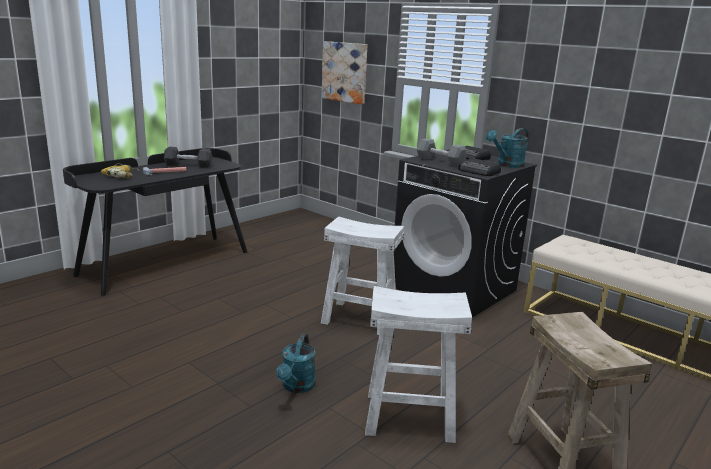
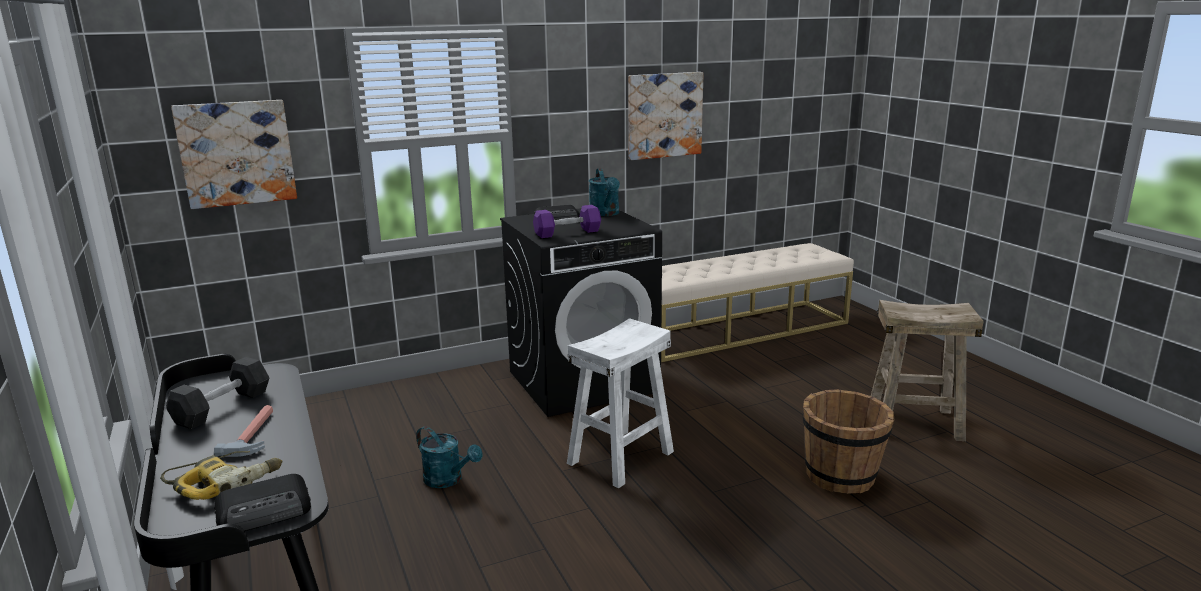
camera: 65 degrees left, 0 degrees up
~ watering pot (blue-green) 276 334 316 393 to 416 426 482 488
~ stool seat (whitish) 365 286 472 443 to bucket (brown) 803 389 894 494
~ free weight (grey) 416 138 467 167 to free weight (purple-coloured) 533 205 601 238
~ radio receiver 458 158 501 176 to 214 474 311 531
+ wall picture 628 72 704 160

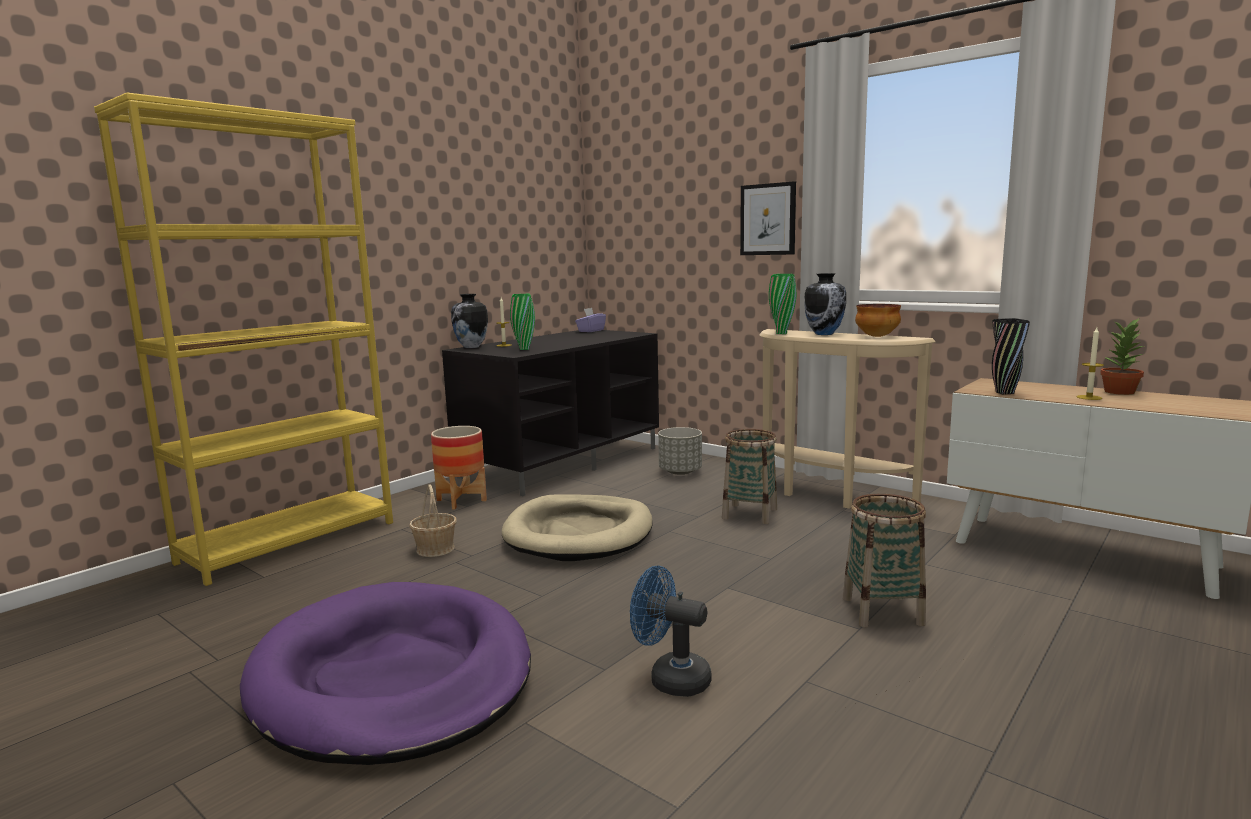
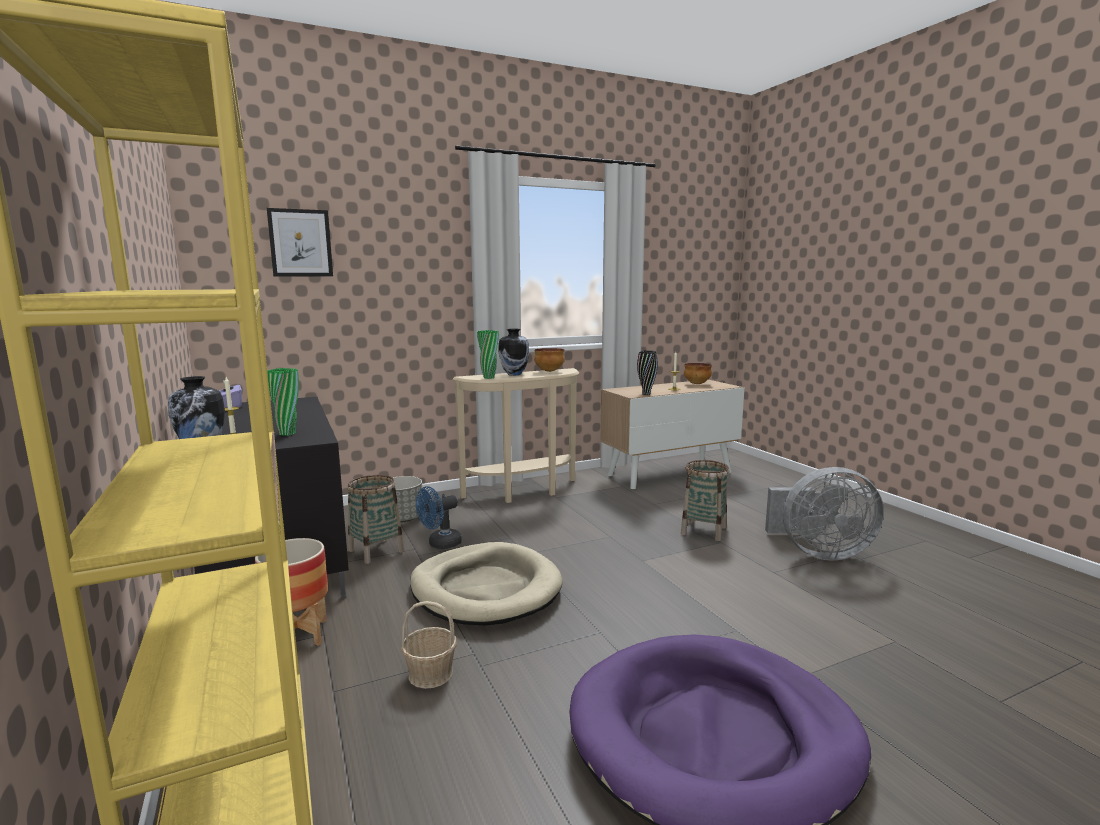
camera: 65 degrees left, 0 degrees up
~ cooling fan (bluish) 630 566 711 697 to 416 486 462 549
~ household basket 722 429 777 524 to 347 475 404 564
~ wall picture 740 181 796 255 to 267 208 333 276
- potted plant 1100 318 1144 395
+ deep dish 684 363 712 384
+ cooling fan (grey) 765 467 884 561

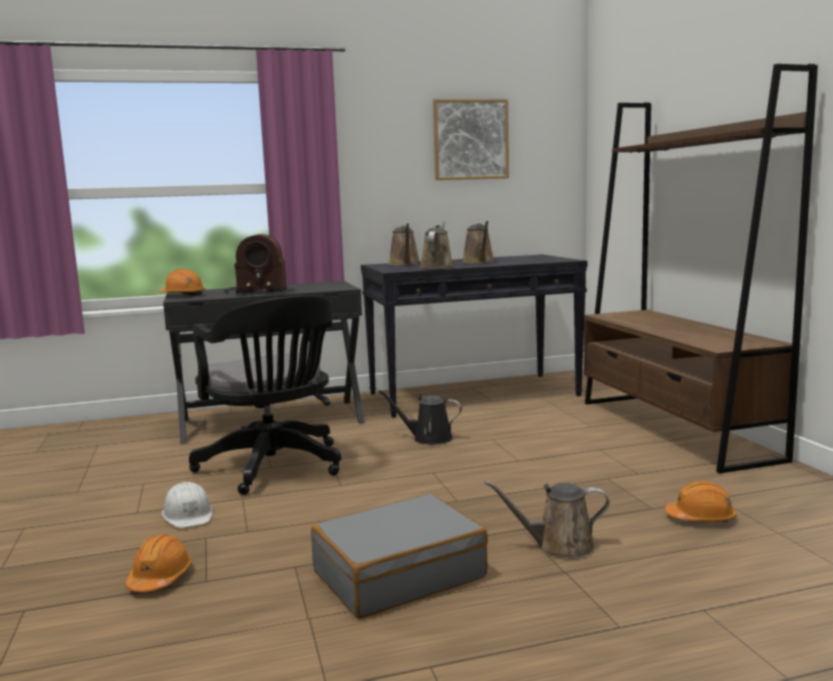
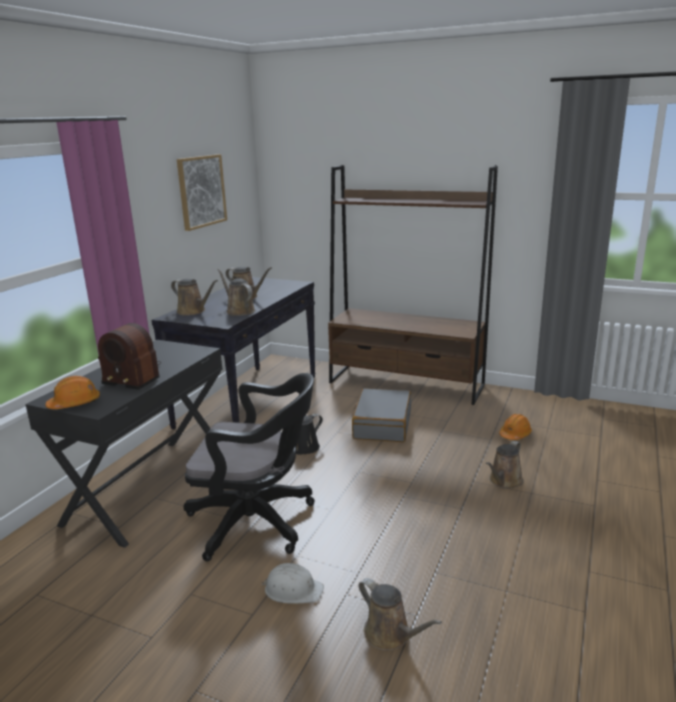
camera: 50 degrees left, 10 degrees up
~ hard hat (orangey) 125 534 192 592 to watering pot (brown) 359 578 442 651
~ radio receiver 224 234 287 294 = 98 323 161 390 75 degrees clockwise
~ travel case (grey) 311 493 488 619 to 352 388 411 442

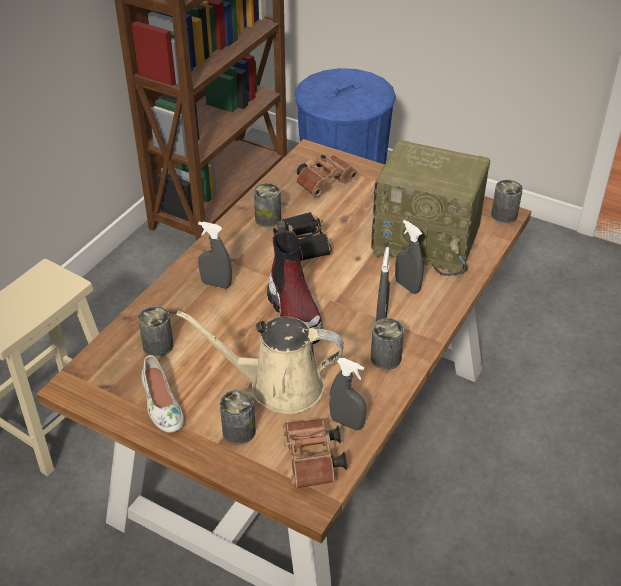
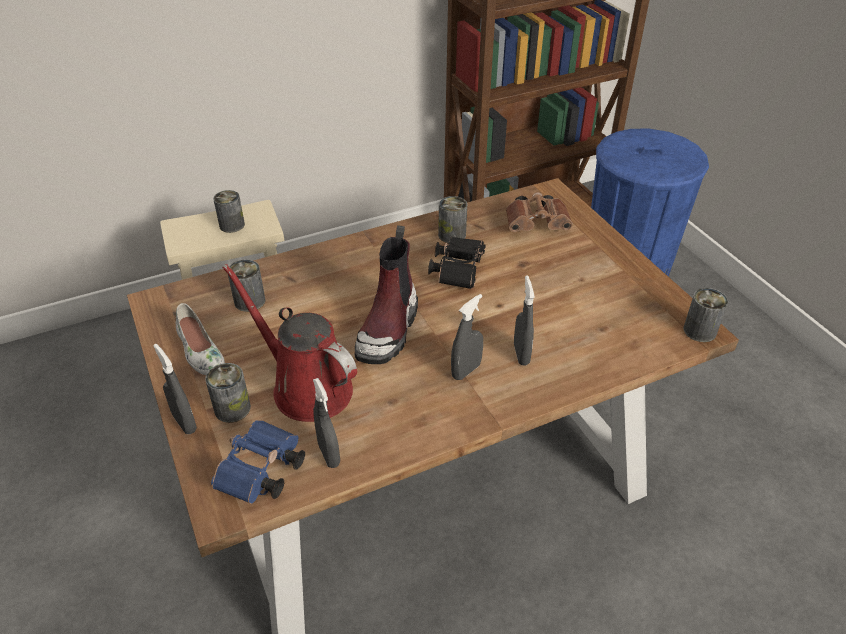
camera: 35 degrees right, 0 degrees up
~ low shoe (whitish) 142 355 184 433 = 176 303 225 375 45 degrees counterclockwise
~ watering pot (beige) 176 310 344 414 to watering pot (red-coloured) 222 264 357 422
~ hand sprayer (grey) 198 222 232 289 to 153 344 197 434
~ field glasses (brown) 283 419 347 489 to field glasses (bluish) 211 420 305 504
- radio receiver 371 140 490 276
~ can 371 318 404 370 to 213 190 245 233

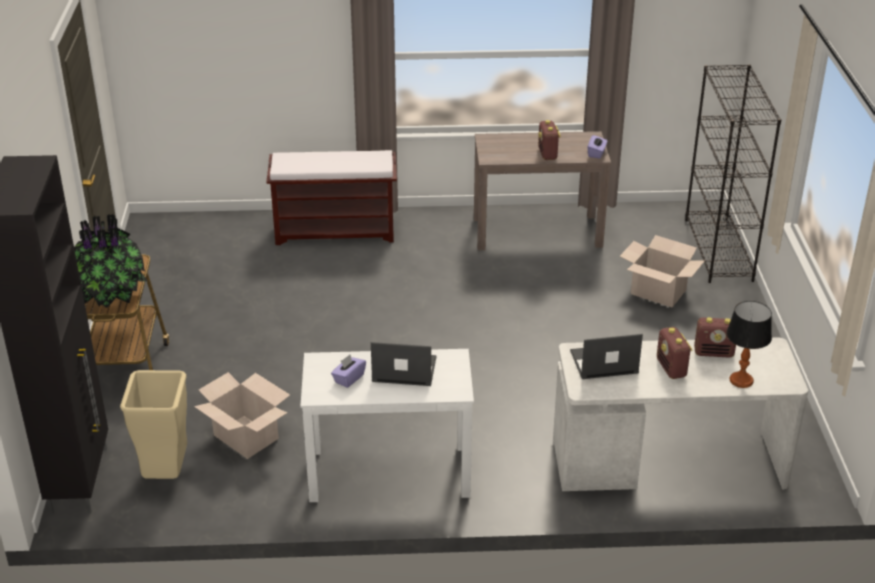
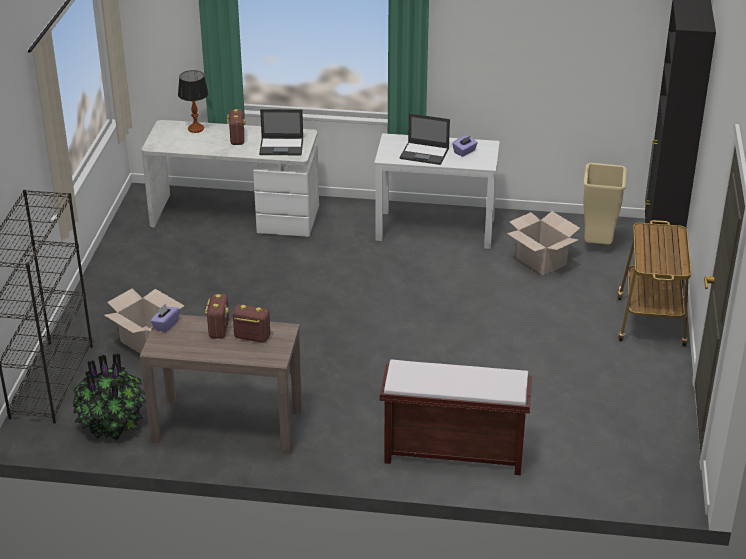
camera: 170 degrees left, 0 degrees up
~ potted plant 74 214 148 308 to 73 353 146 440
~ radio receiver 694 317 736 358 to 233 304 270 343

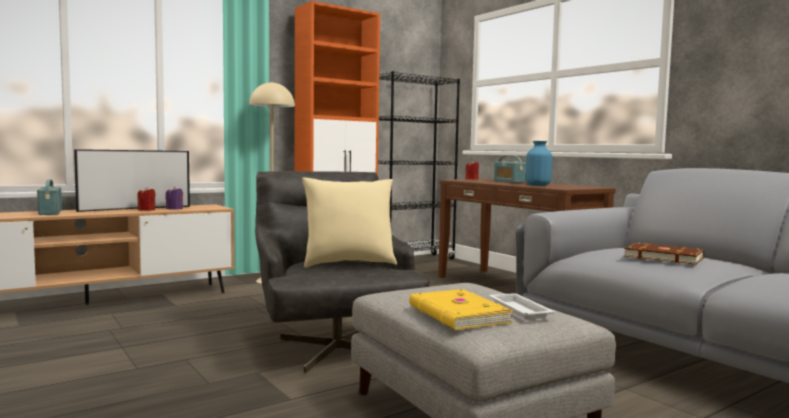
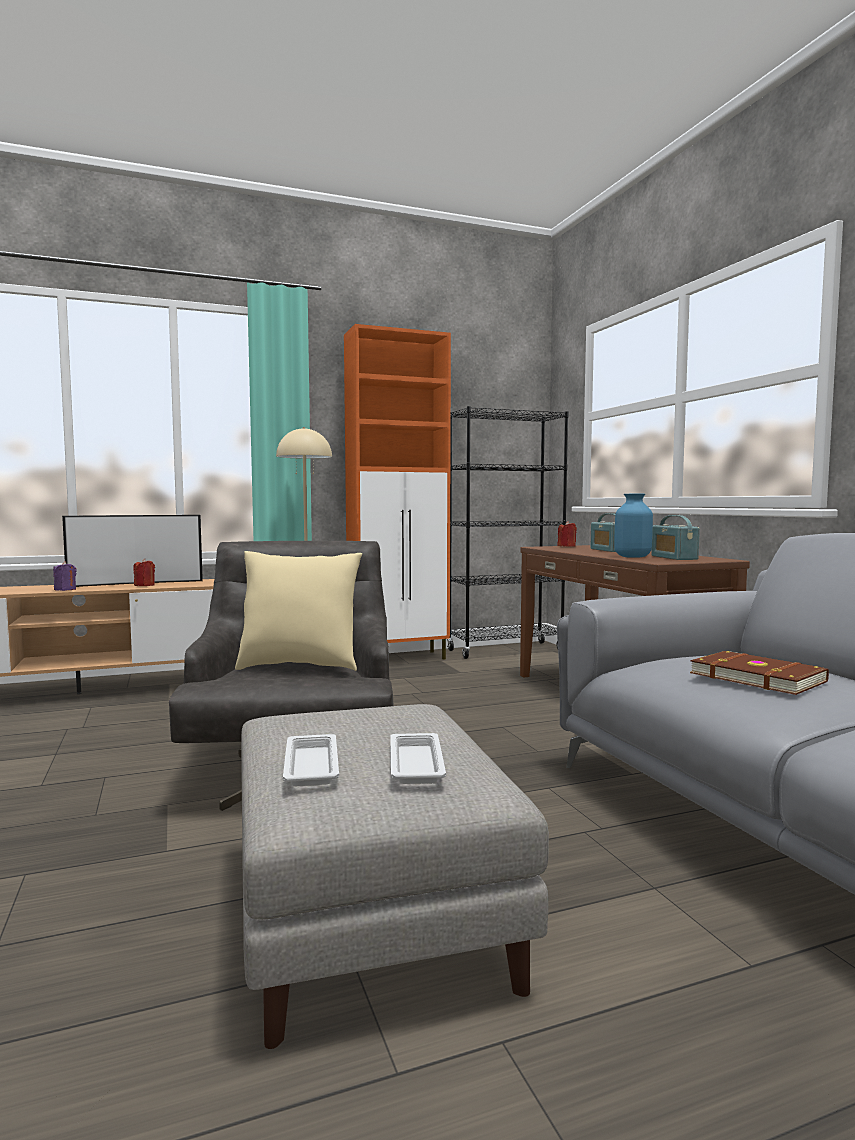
camera: 15 degrees right, 0 degrees up
~ radio receiver 37 179 62 215 to 651 515 700 560
~ candle (purple-coloured) 166 187 183 210 to 53 561 77 591
~ bound book (yellow-coloured) 409 289 513 330 to serving tray (whitish) 283 734 339 786

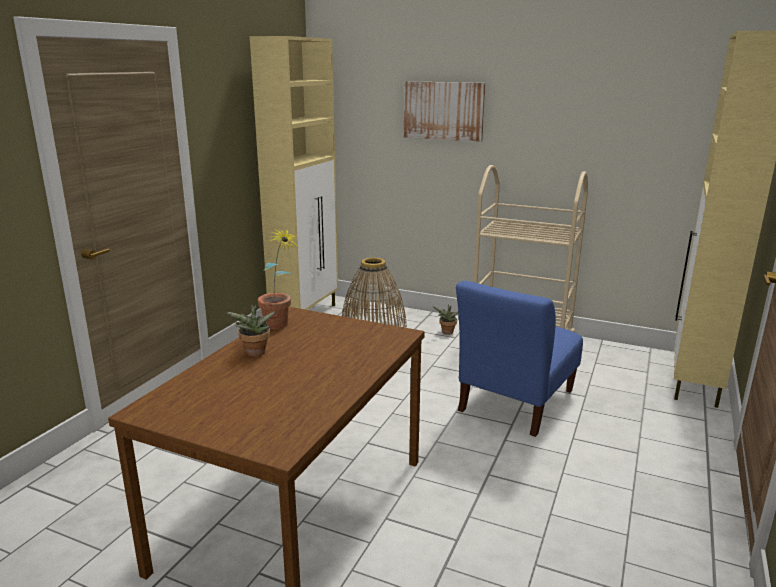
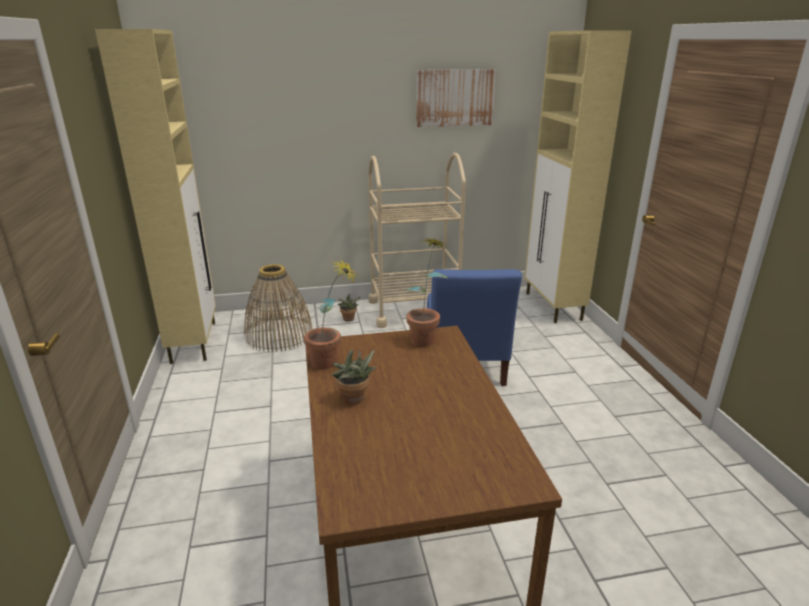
camera: 35 degrees left, 5 degrees up
~ wall picture 404 81 486 142 to 416 69 496 127
+ potted plant 405 238 448 347

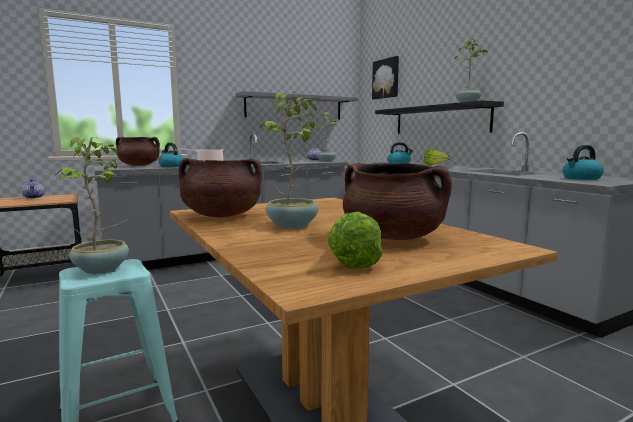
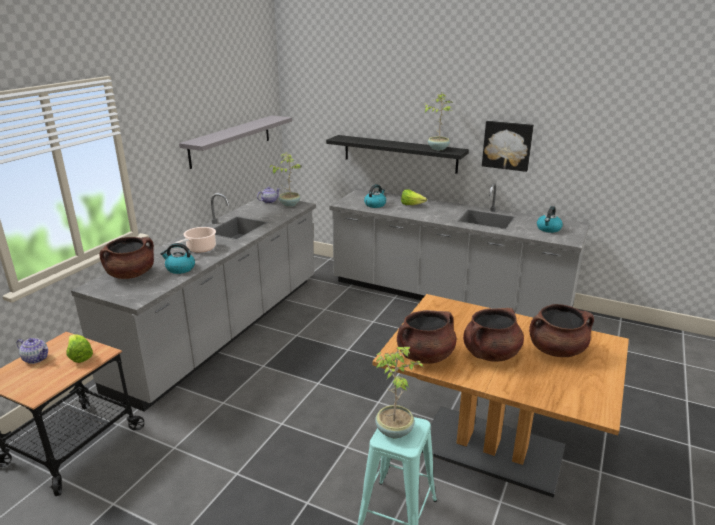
camera: 35 degrees left, 15 degrees up
~ potted plant 259 92 321 229 to saucepot (brown) 463 308 524 361
~ lettuce head 328 212 382 269 to 66 334 93 363
~ wall picture 372 56 399 100 to 482 121 534 172

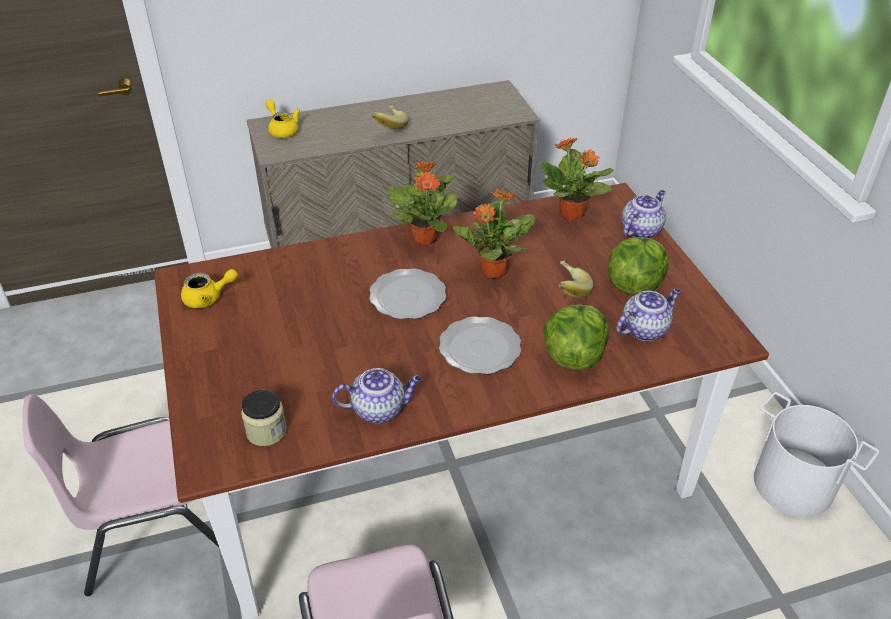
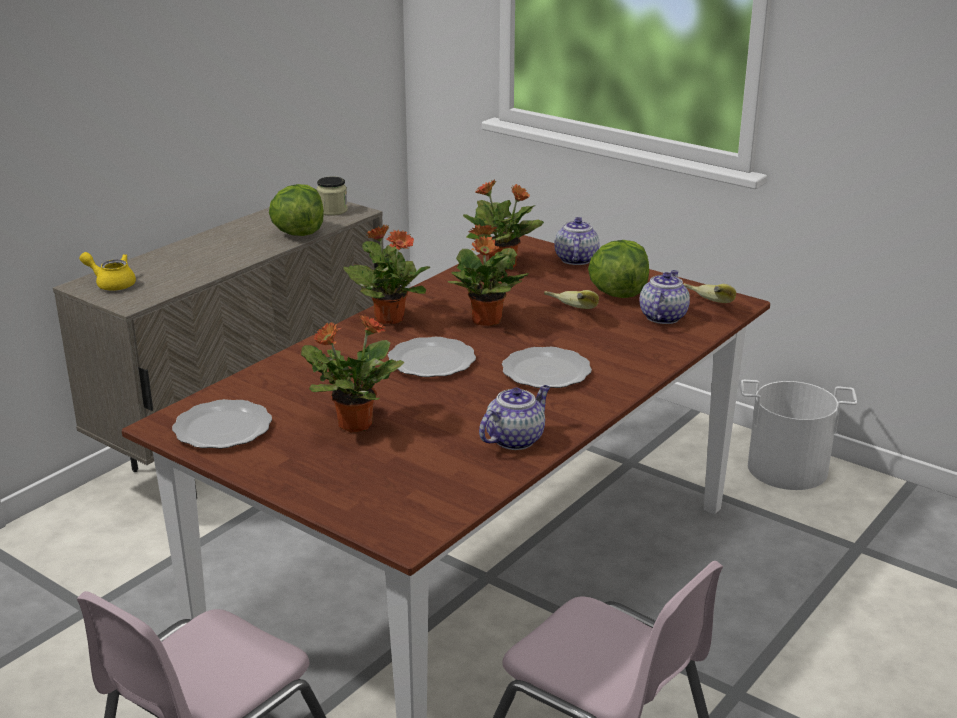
camera: 35 degrees left, 15 degrees down
~ teapot (yellow-coloured) 181 269 238 308 to dinner plate 172 399 272 449
~ jar 241 390 287 446 to 316 177 348 216
~ whole banana 372 106 409 129 to 683 283 736 303
~ lettuce head 543 304 609 371 to 269 184 324 236
+ potted plant 301 314 405 433

